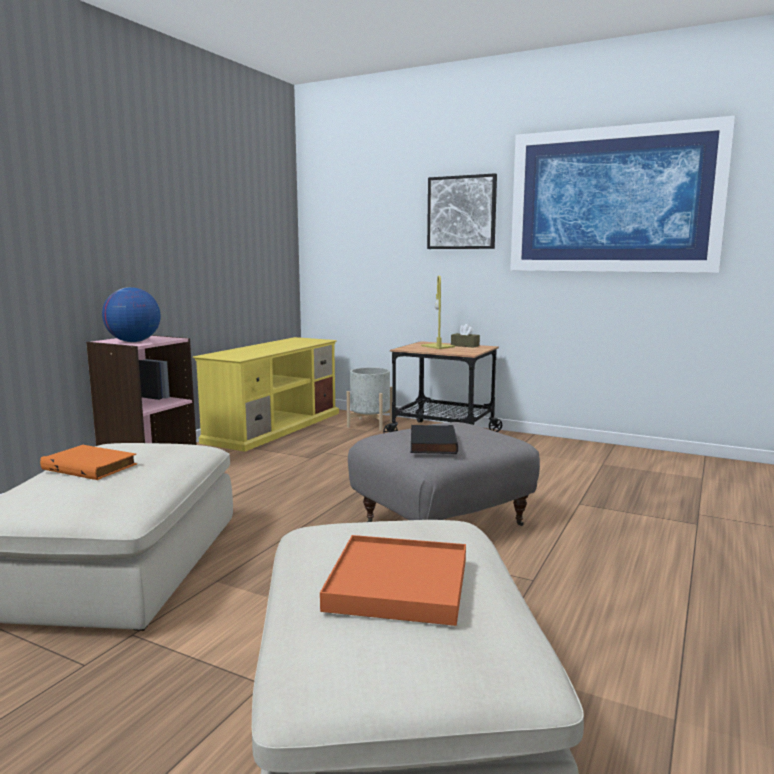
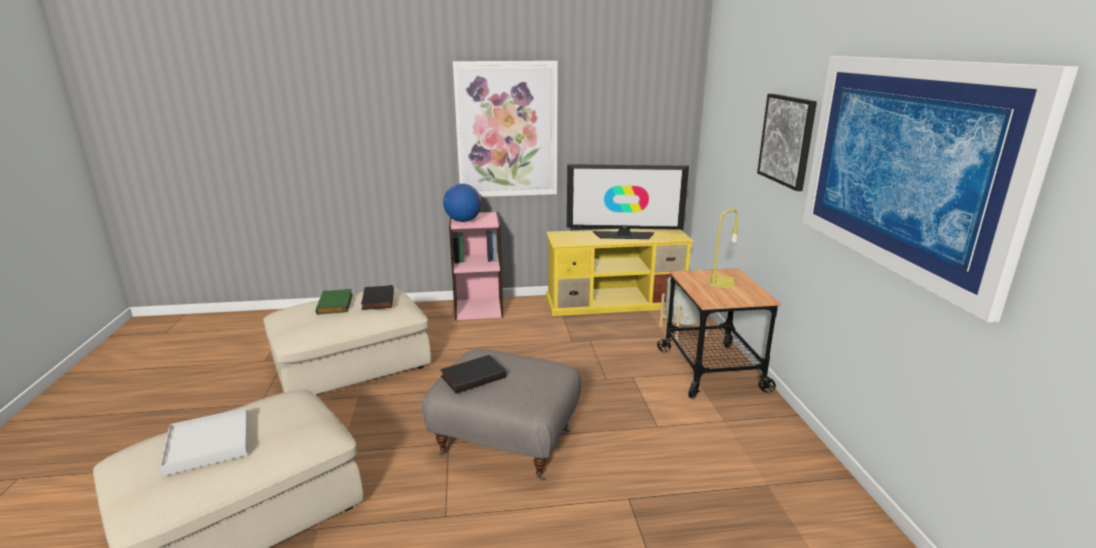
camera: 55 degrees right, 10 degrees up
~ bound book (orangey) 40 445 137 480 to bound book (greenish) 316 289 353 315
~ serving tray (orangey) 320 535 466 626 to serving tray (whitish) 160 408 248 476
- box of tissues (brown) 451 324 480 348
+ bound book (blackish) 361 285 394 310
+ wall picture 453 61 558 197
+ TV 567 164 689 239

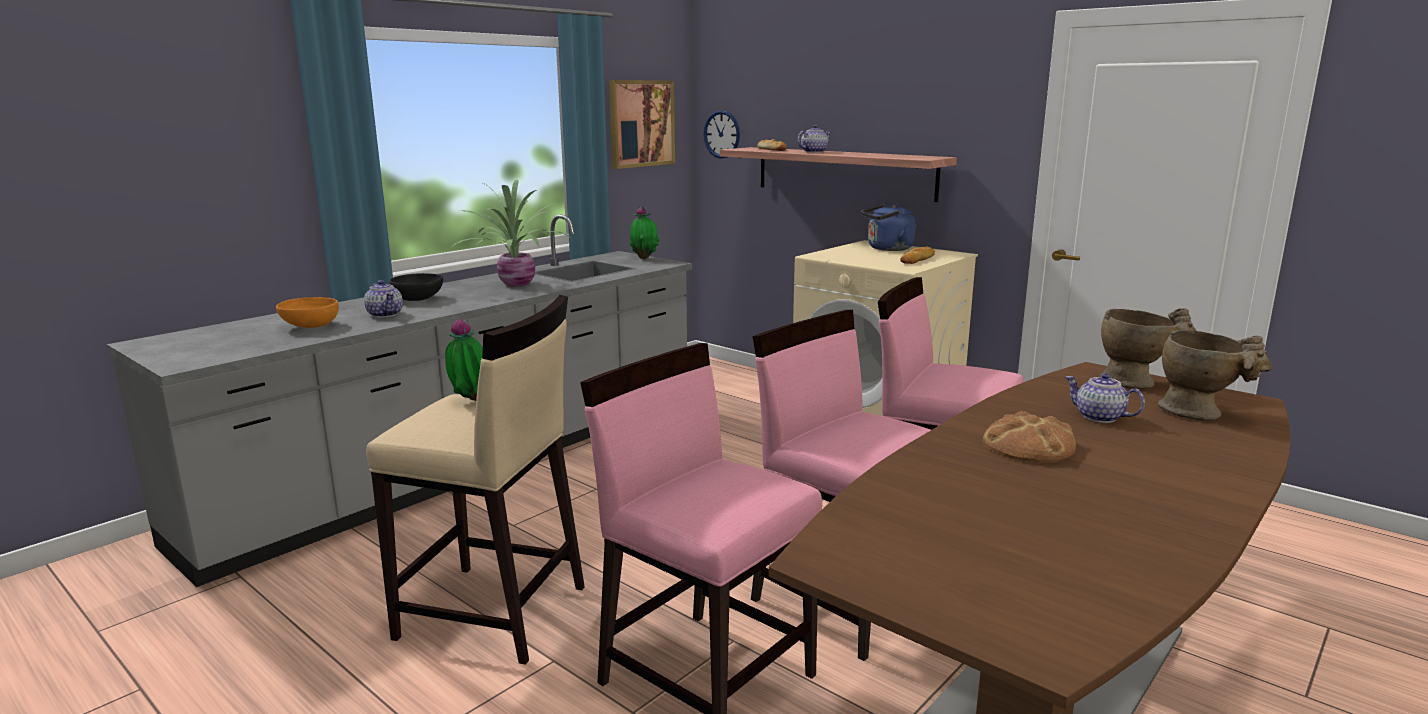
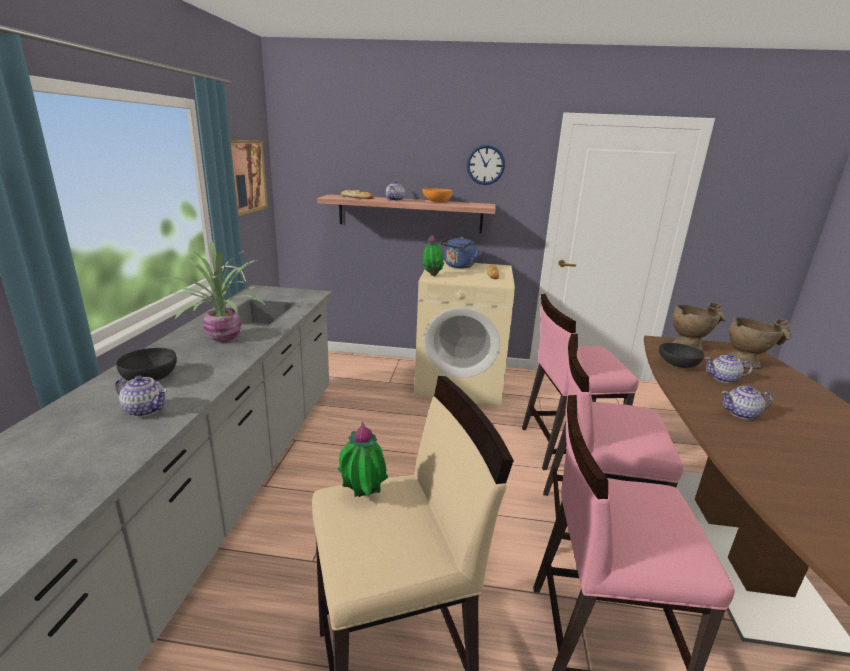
camera: 35 degrees left, 5 degrees up
~ deep dish (orangey) 276 297 339 328 to 422 188 452 203
~ potted plant 630 205 659 259 to 422 235 444 276
~ clock on the wall 703 110 740 159 to 467 145 505 185
~ bread 983 411 1076 463 to teapot 722 385 773 420
+ deep dish (blackish) 659 343 704 368

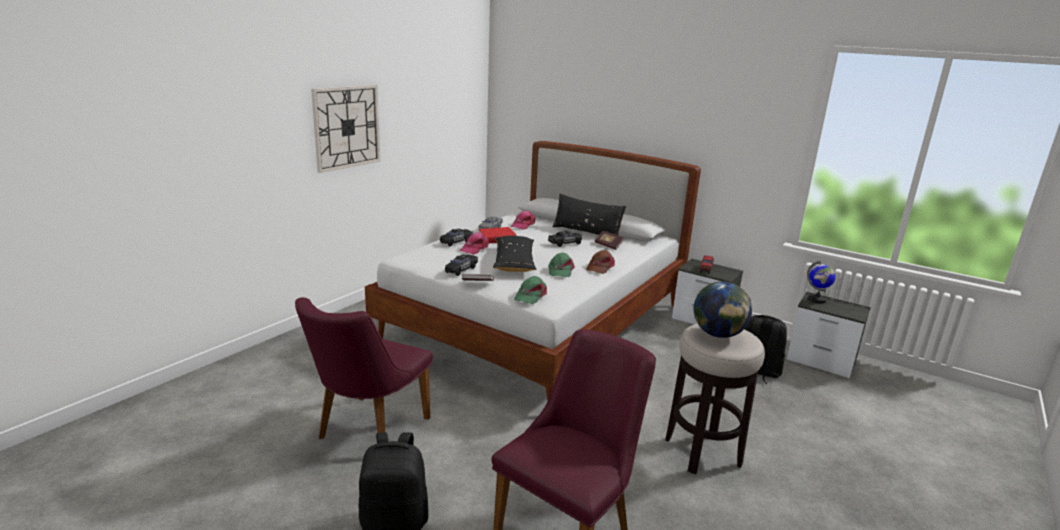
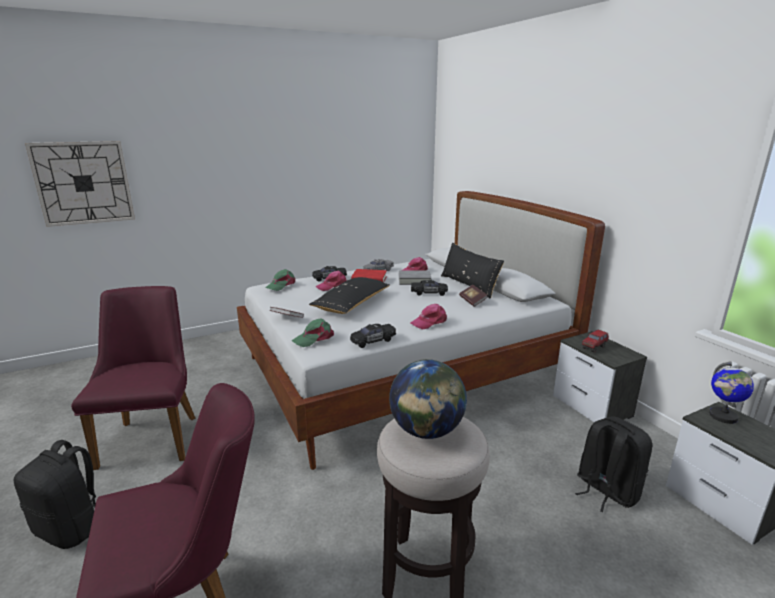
camera: 30 degrees right, 0 degrees up
~ plain chair (purple-coloured) 295 297 433 439 = 71 286 195 470 120 degrees clockwise
~ clock on the wall 311 85 380 173 to 25 141 135 227
~ toy car (blackish) 445 254 478 276 to 350 324 396 348
~ baseball cap (greenish) 548 252 575 277 to 265 269 295 291
~ baseball cap (brown) 586 250 615 274 to baseball cap (pink-coloured) 410 304 447 329
+ bound book (grey) 399 270 431 285

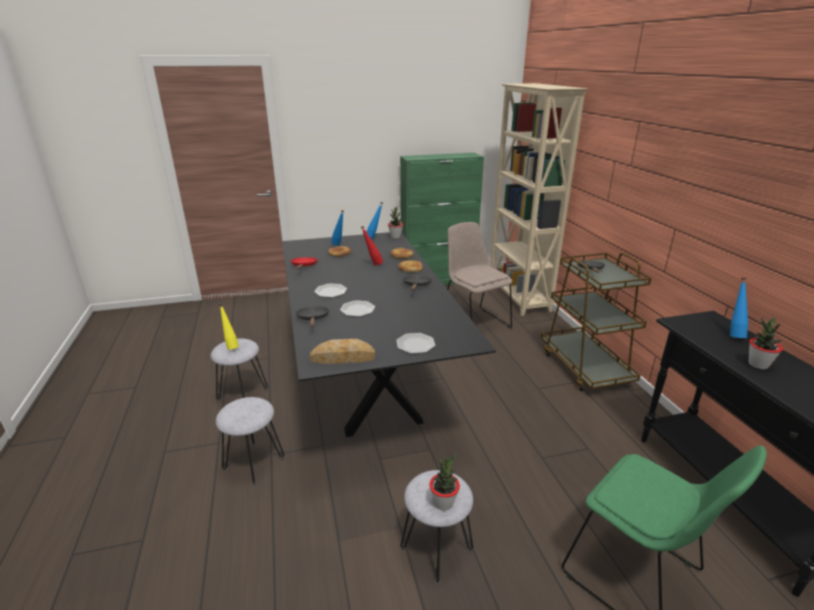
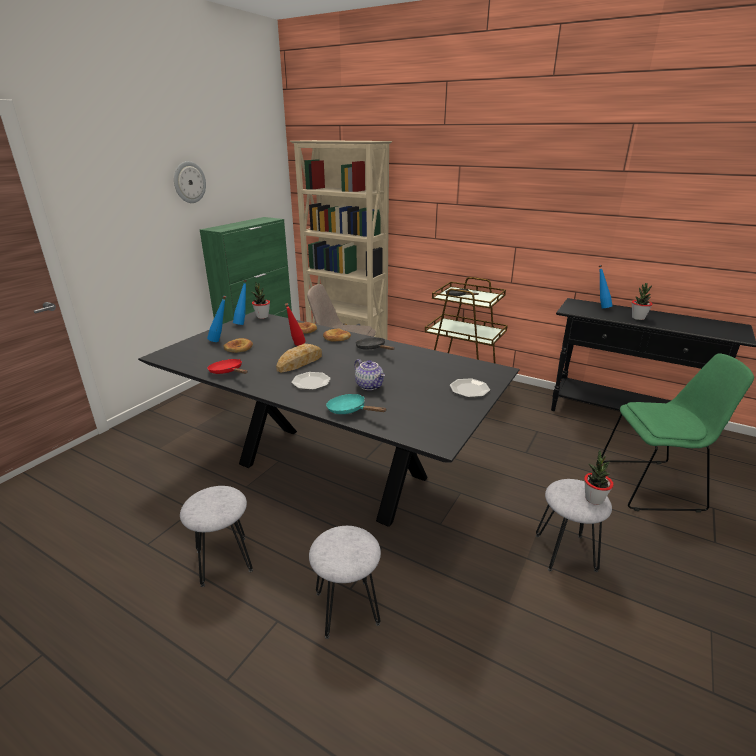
camera: 45 degrees left, 0 degrees up
- bottle (yellow-coloured) 219 303 239 350
~ frying pan (blackish) 295 306 329 327 to frying pan (blue-green) 326 394 387 414
~ bread 310 339 375 364 to 276 344 322 373
~ dinner plate 340 300 375 317 to teapot 355 359 385 390
+ clock on the wall 174 161 206 203

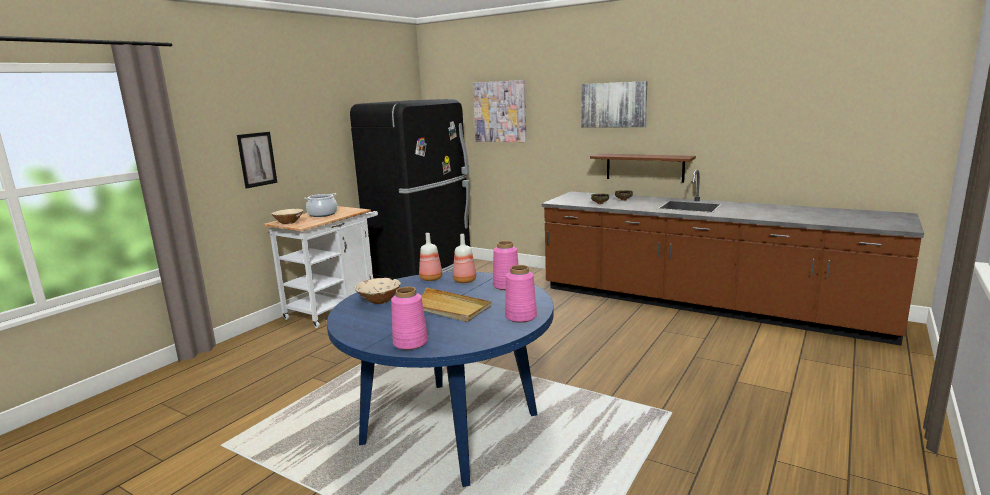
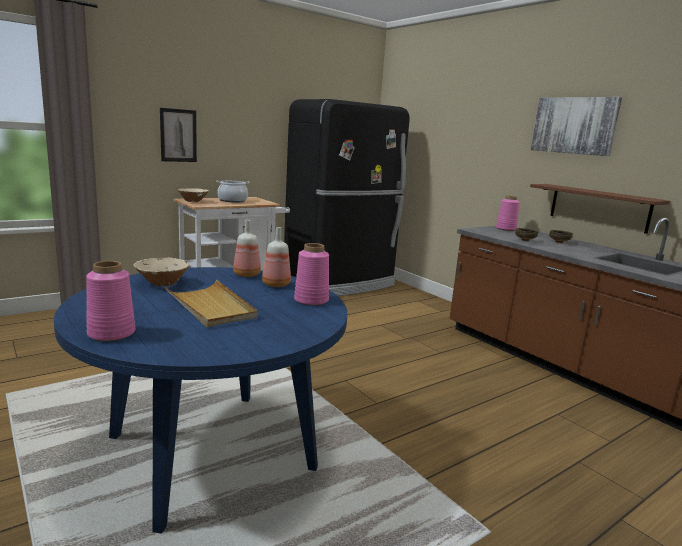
camera: 20 degrees right, 0 degrees up
- wall picture 473 80 527 142
~ vase (pink-coloured) 505 265 537 323 to 496 195 520 231

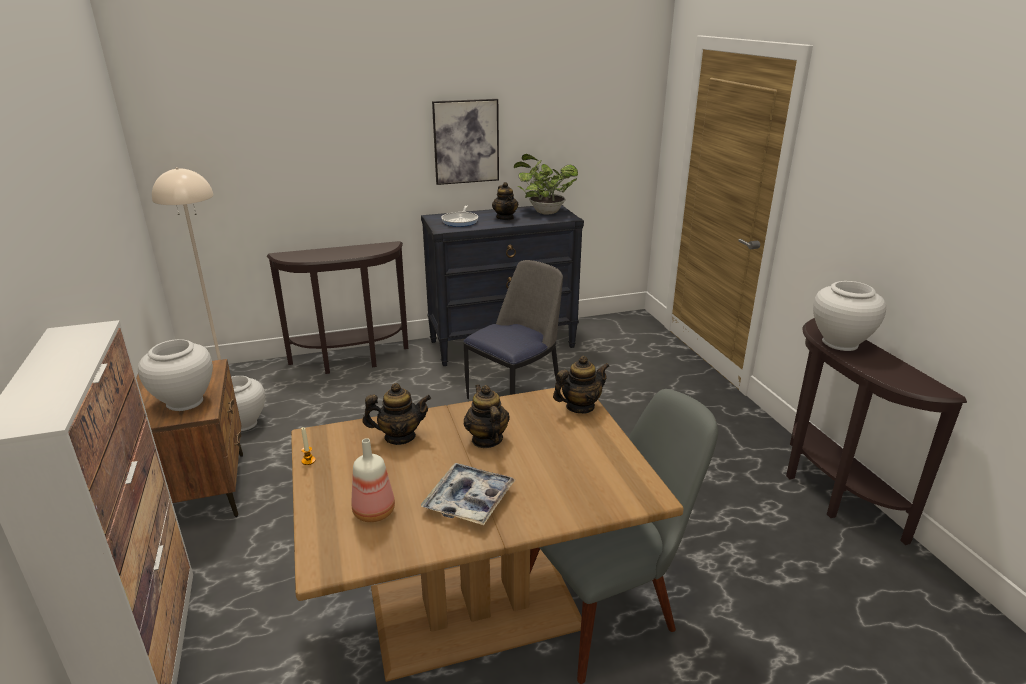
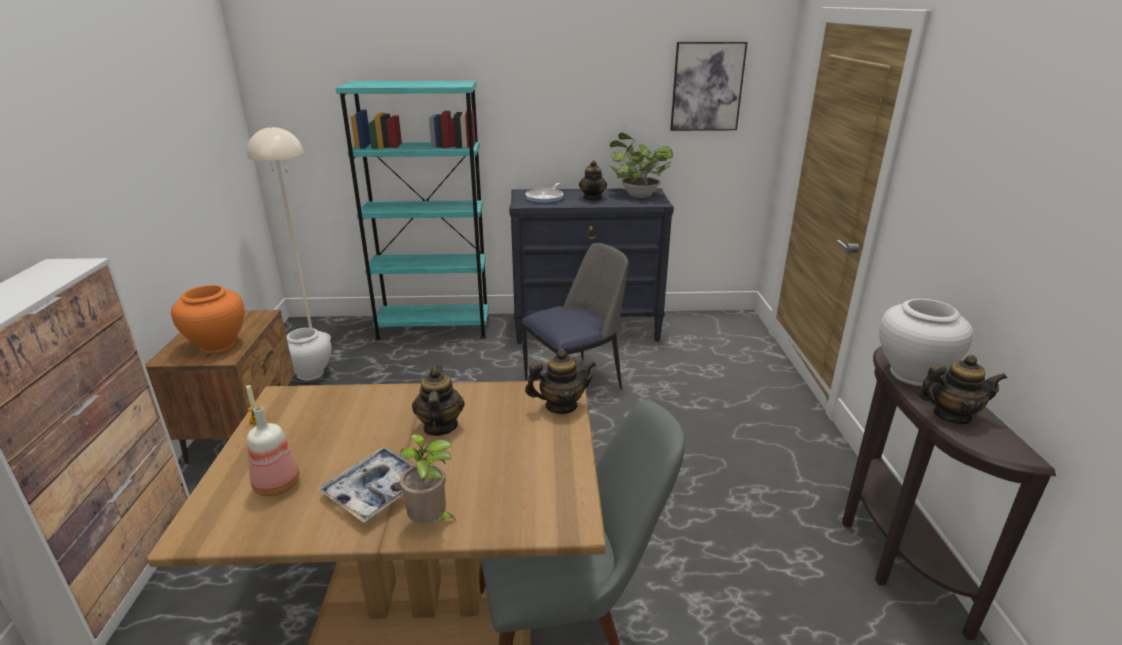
camera: 15 degrees right, 0 degrees up
~ vase (whitish) 138 339 213 411 to vase (orangey) 171 285 244 354
~ narrow table (brown) 267 241 408 374 to bookcase (blue-green) 336 81 489 341
~ teapot 363 383 431 445 to 918 355 1007 424
~ wall picture 432 99 499 185 to 670 42 748 131
+ potted plant 400 434 456 523

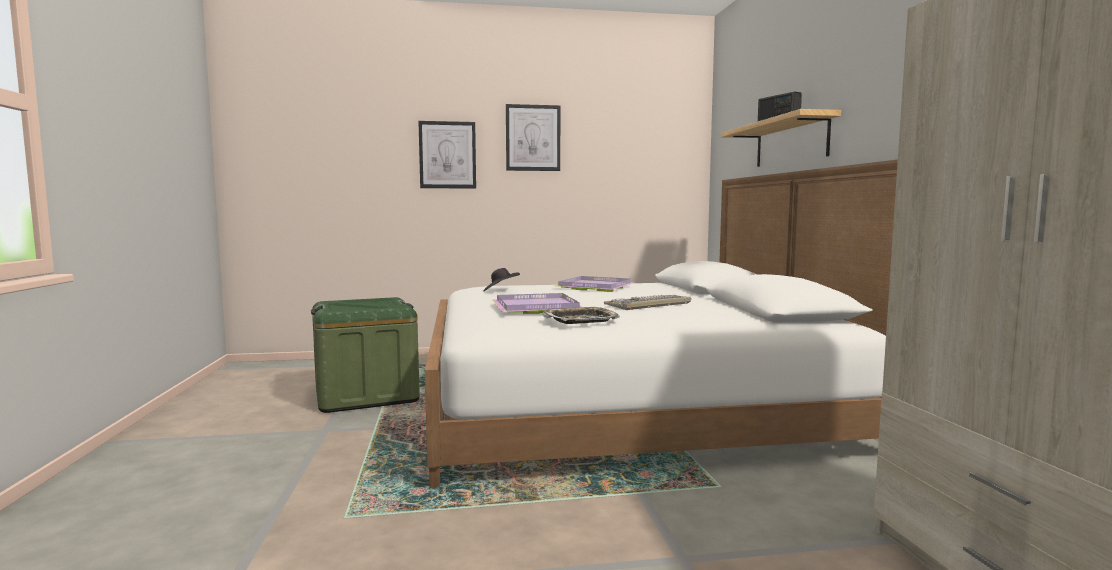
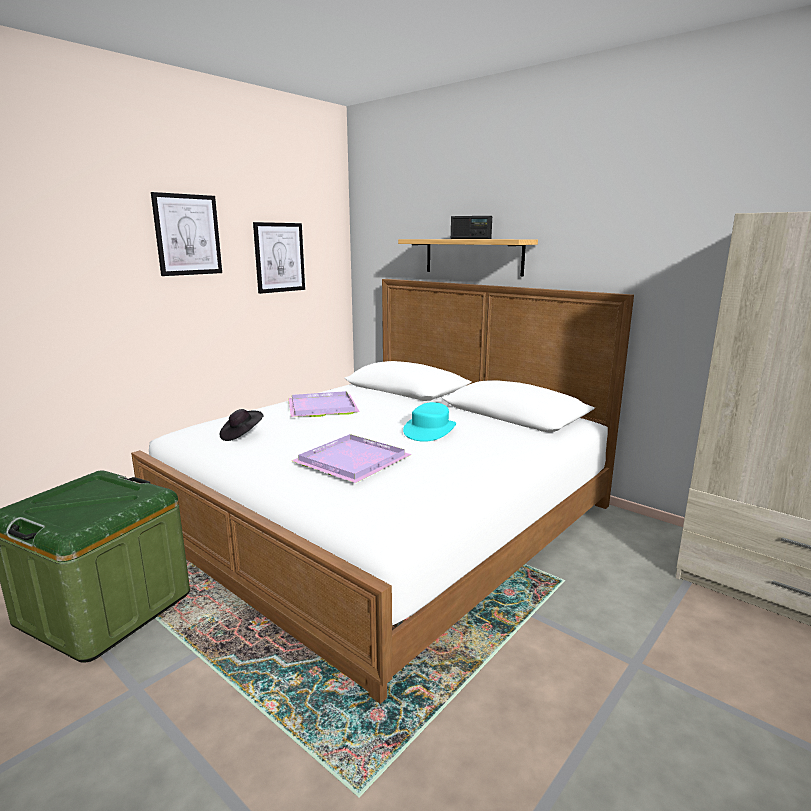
camera: 40 degrees left, 10 degrees up
~ wall picture 418 121 476 189 to 253 222 305 294
- serving tray 542 306 620 324
~ keyboard 604 295 691 310 to wearable hat (blue-green) 403 402 456 442

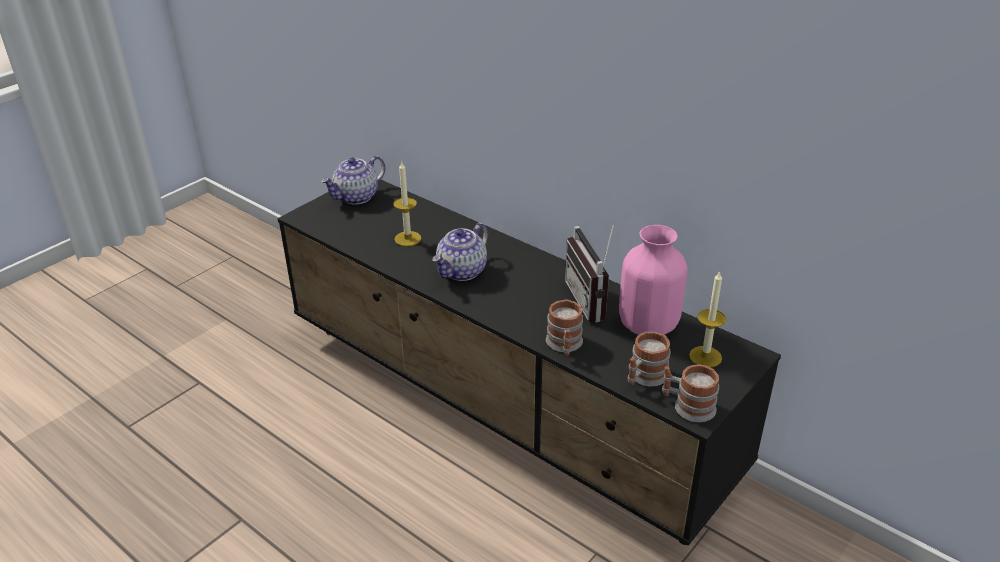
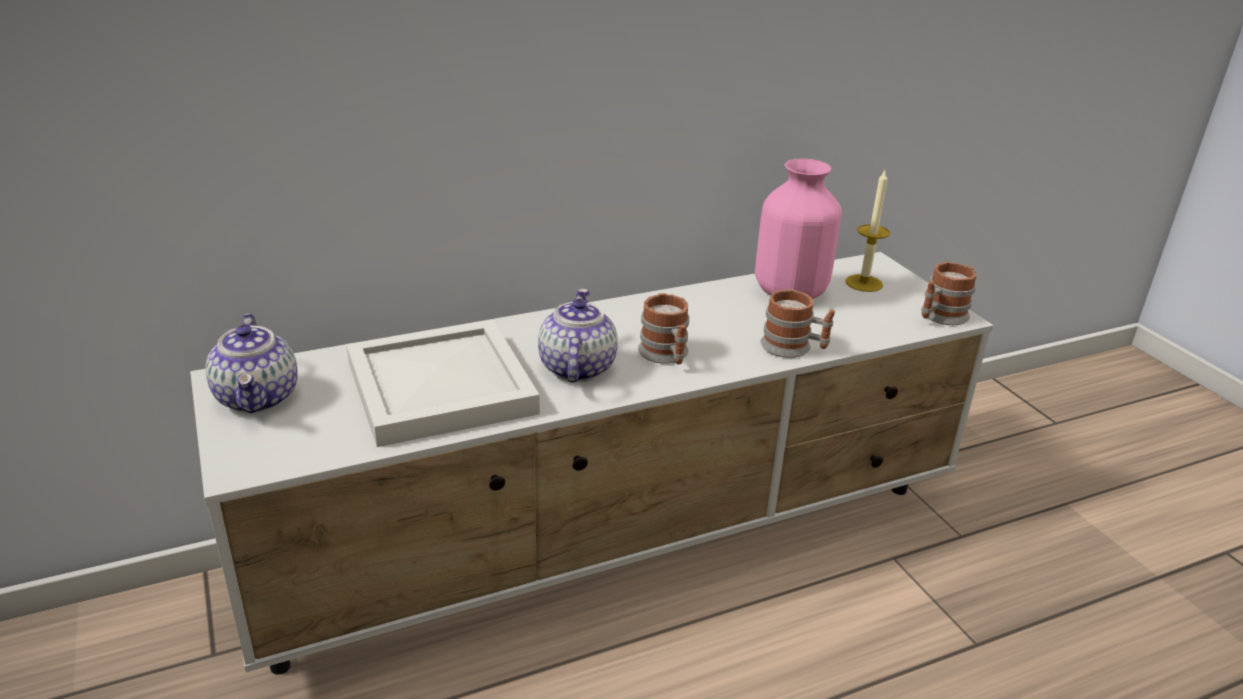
camera: 65 degrees left, 5 degrees down
~ tv stand (blackish) 277 180 781 546 to tv stand (whitish) 190 252 994 675
~ candle 393 162 421 246 to serving tray (whitish) 346 320 540 447
~ teapot 432 223 488 281 = 538 289 618 382 150 degrees counterclockwise
- radio receiver 565 220 615 323
~ mug 627 331 671 387 to 638 293 690 364

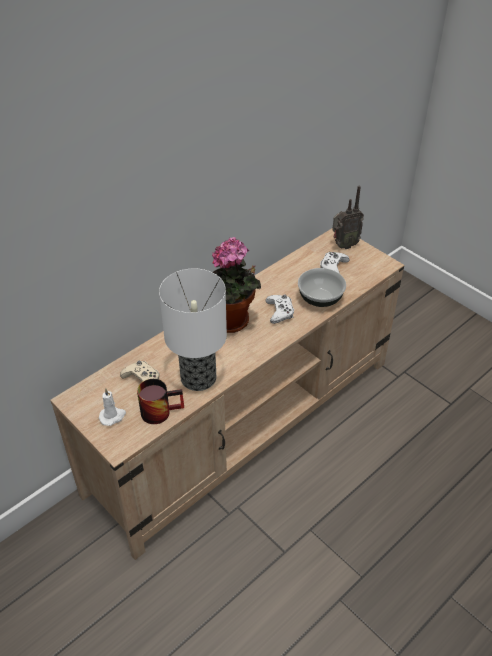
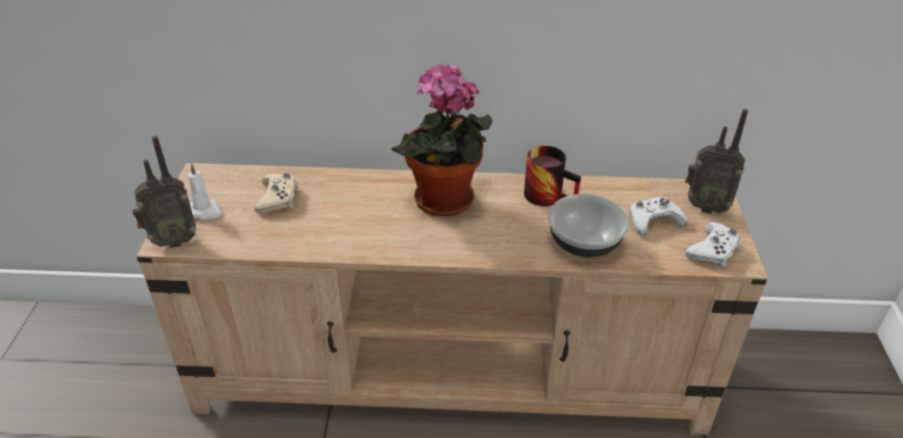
camera: 45 degrees right, 5 degrees down
~ mug 137 379 184 424 to 524 146 581 206
- tabletop lamp 159 269 227 391
~ gamepad (whitish) 265 295 294 324 to 685 222 742 267
+ radio receiver 132 136 196 248

